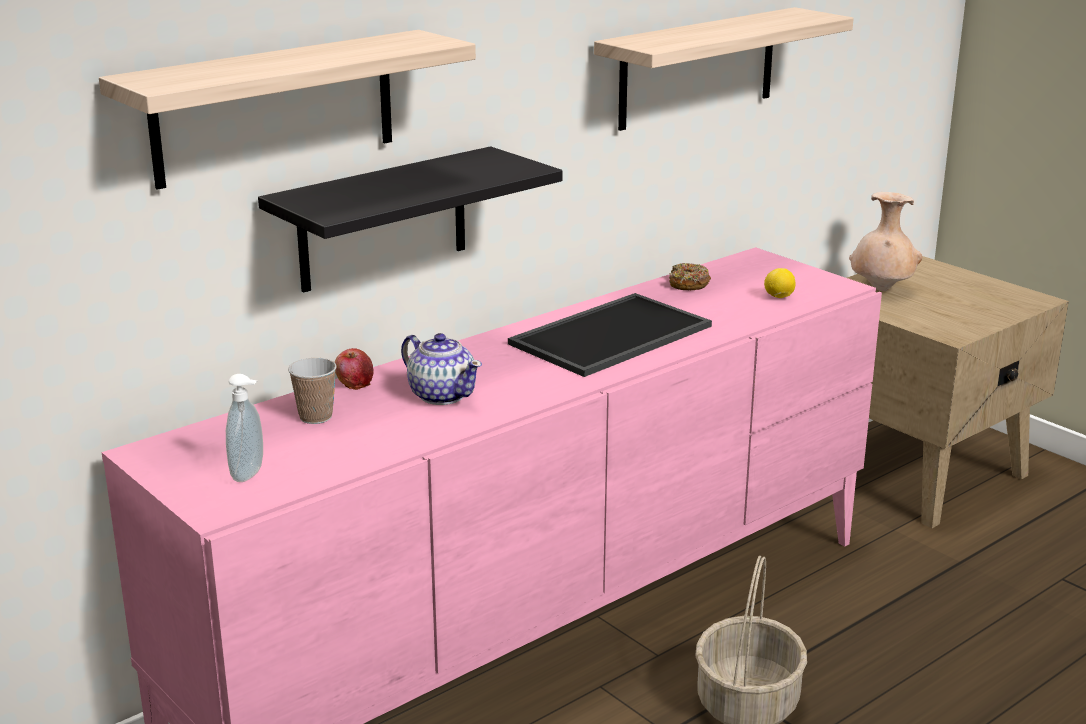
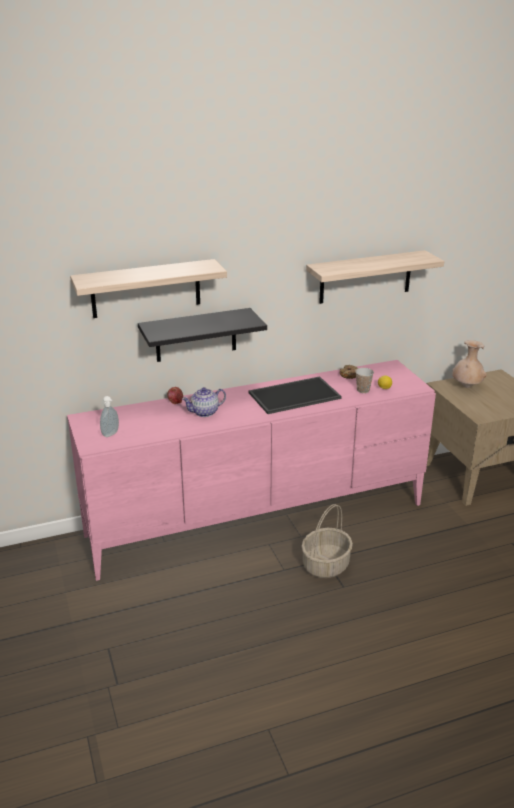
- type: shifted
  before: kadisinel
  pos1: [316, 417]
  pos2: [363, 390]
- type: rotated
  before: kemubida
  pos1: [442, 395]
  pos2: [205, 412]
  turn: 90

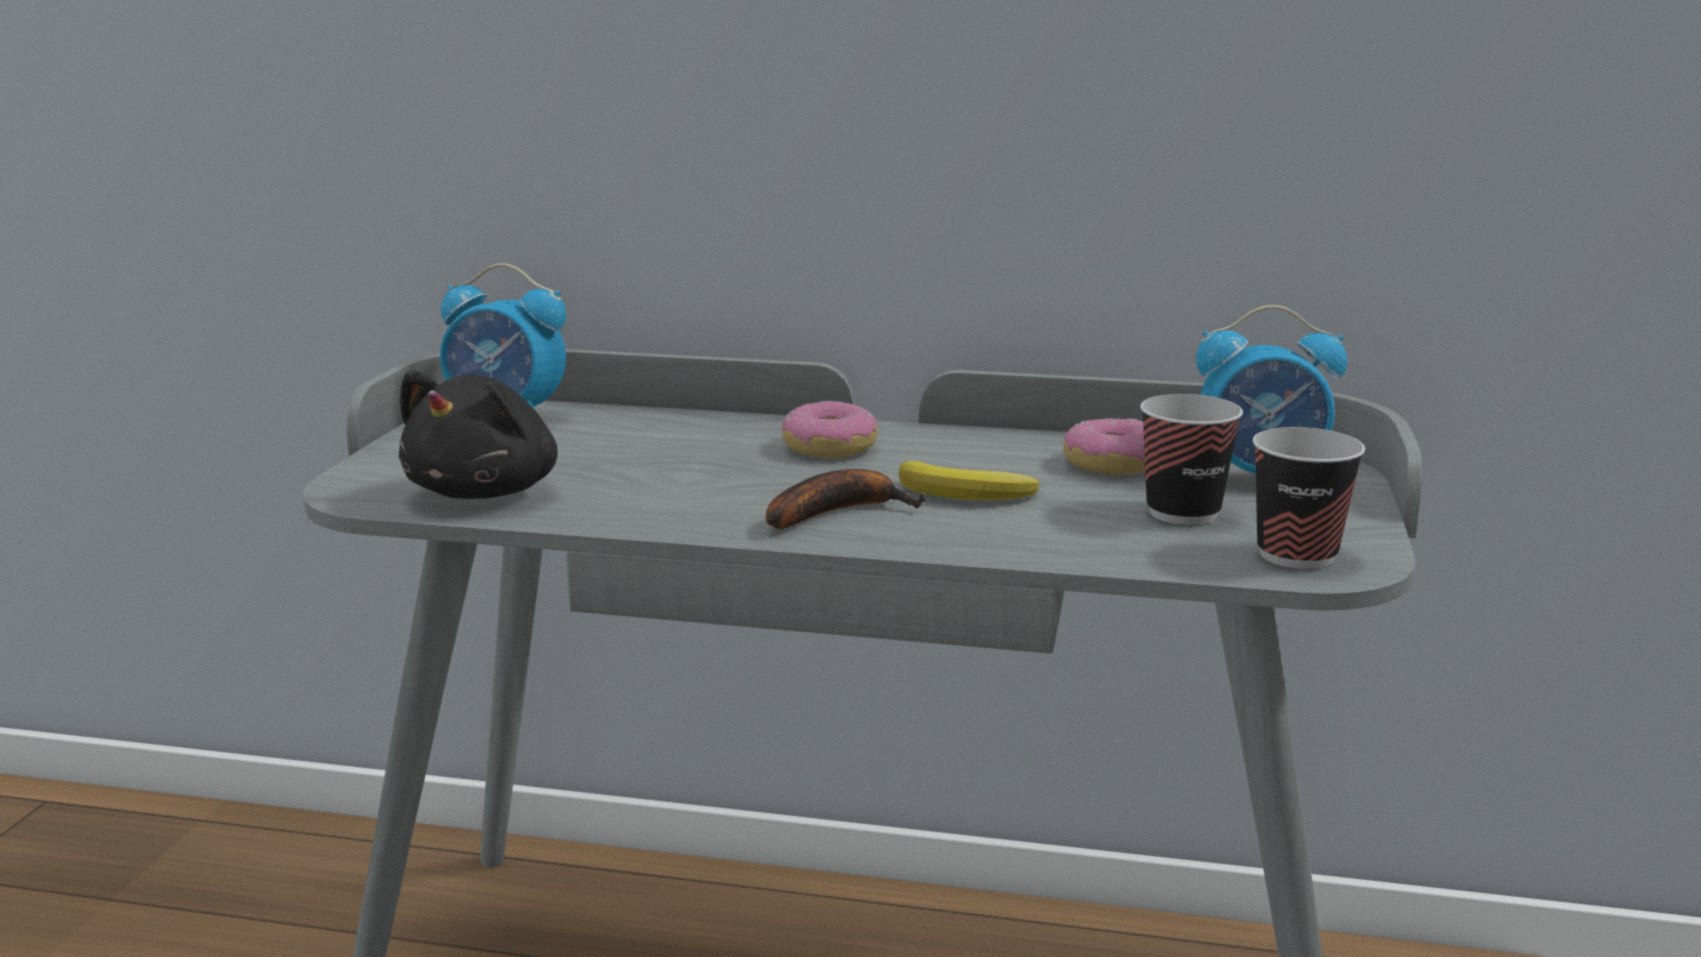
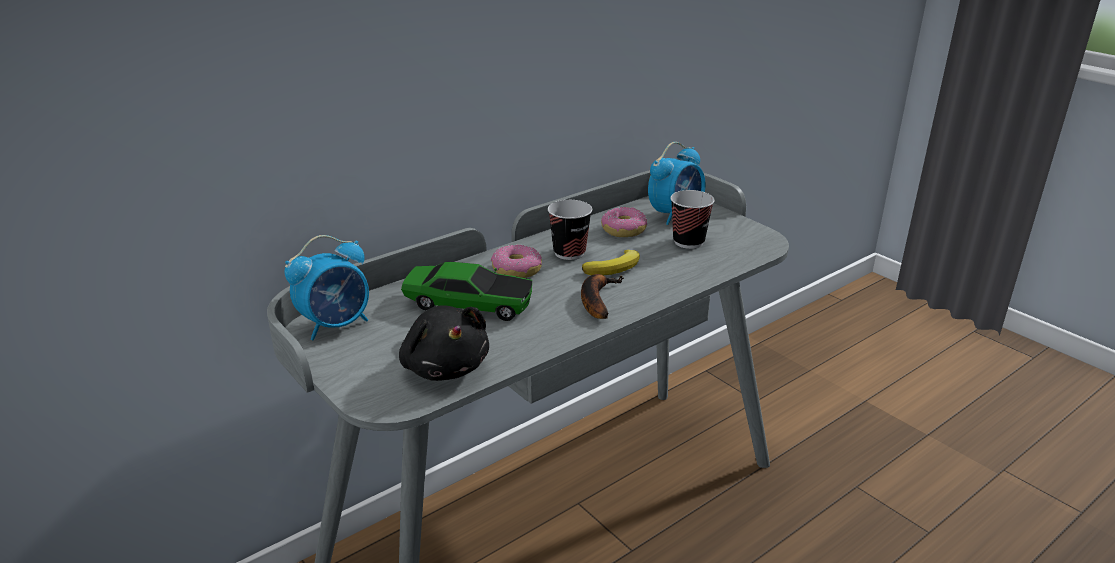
- type: shifted
  before: kadisinel
  pos1: [1296, 555]
  pos2: [569, 253]
- type: new
  after: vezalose
  pos2: [469, 304]

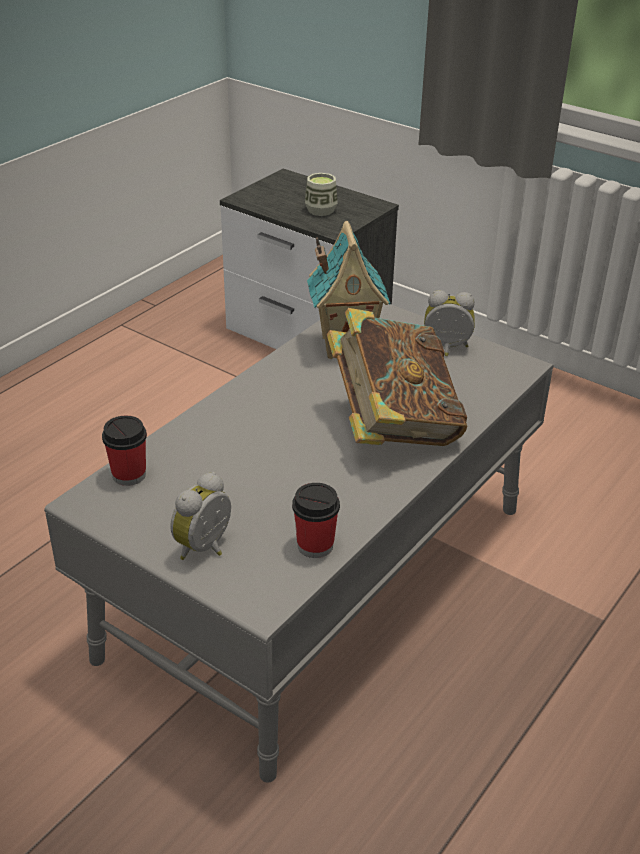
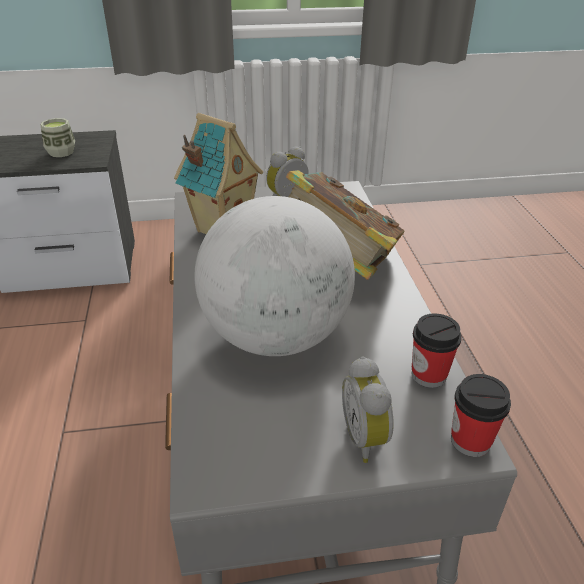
- type: shifted
  before: kadisinel
  pos1: [129, 475]
  pos2: [470, 441]
- type: new
  after: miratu
  pos2: [275, 336]

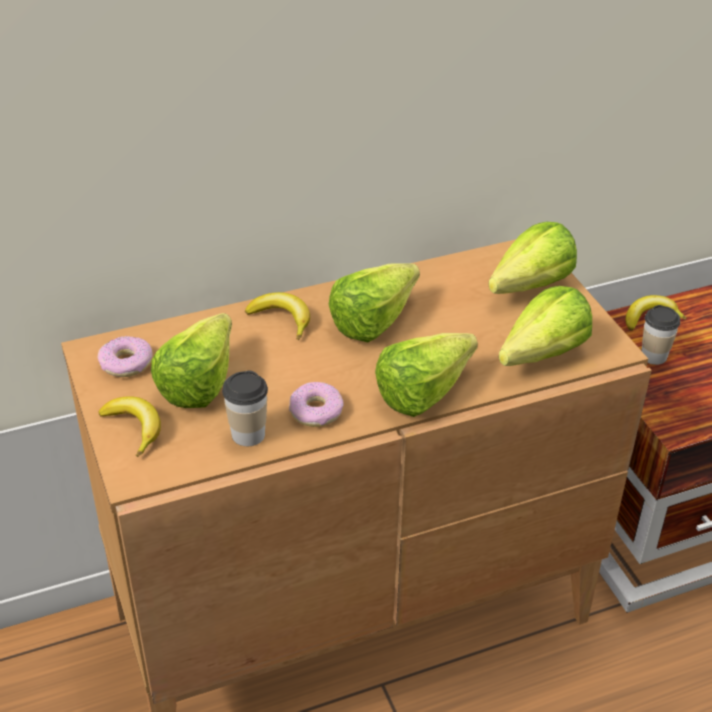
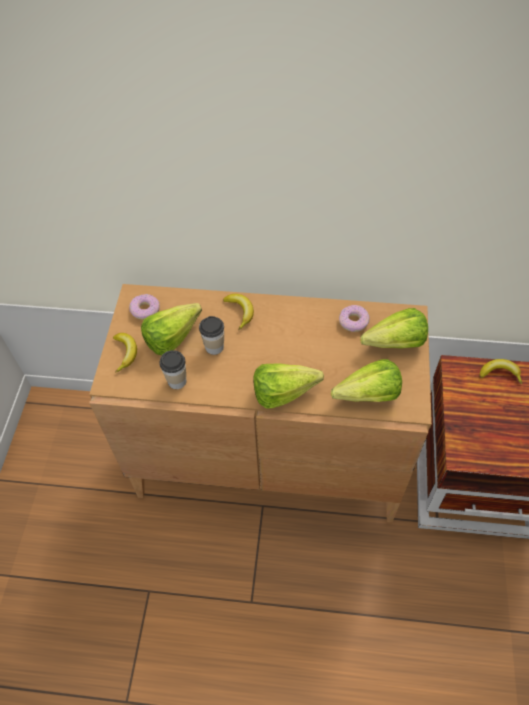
- type: shifted
  before: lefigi
  pos1: [316, 411]
  pos2: [353, 321]
- type: gone
  before: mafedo
  pos1: [381, 319]
- type: shifted
  before: kadisinel
  pos1: [654, 356]
  pos2: [214, 347]

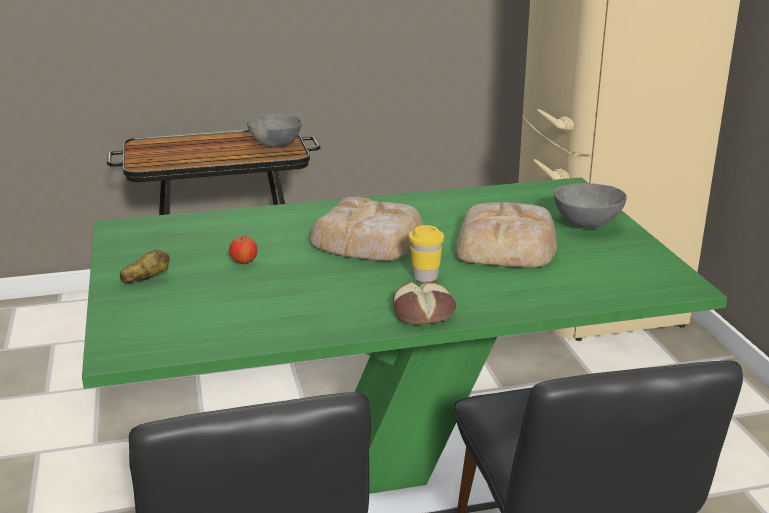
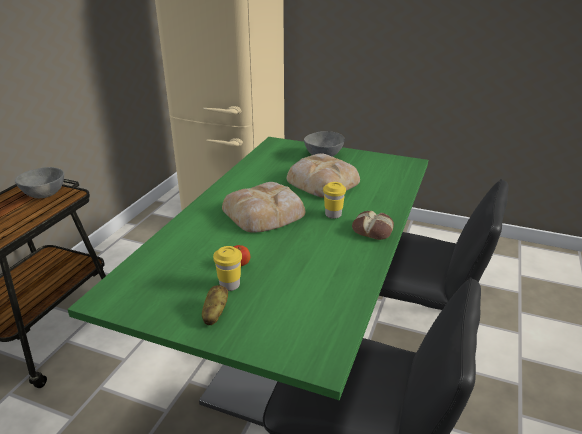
- type: new
  after: kadisinel (yellow)
  pos2: [229, 285]

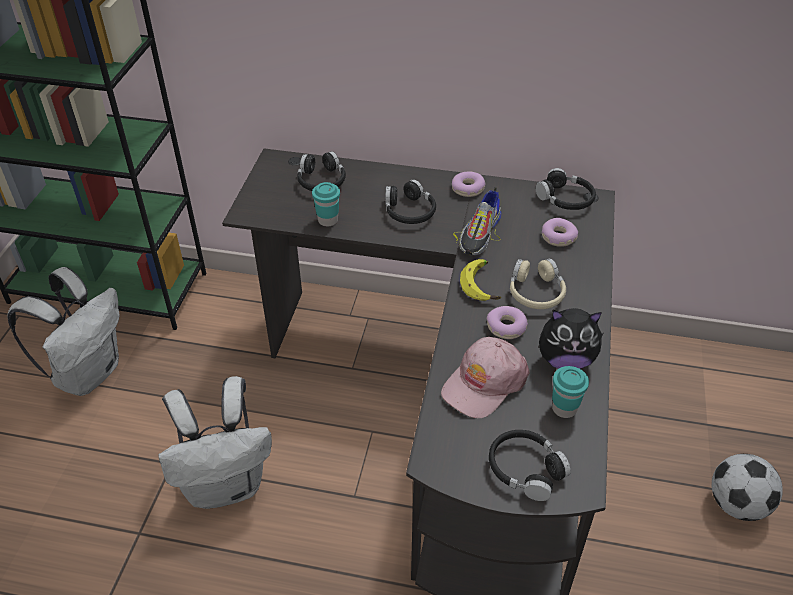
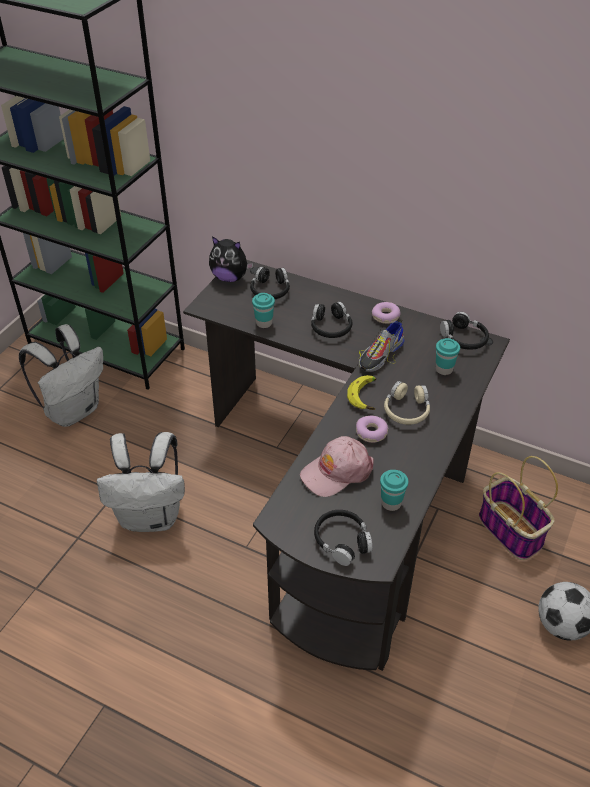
- type: shifted
  before: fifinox
  pos1: [565, 360]
  pos2: [230, 277]
- type: swapped
  before: lefigi
  after: kadisinel (turquoise)
  pos1: [558, 237]
  pos2: [444, 369]
- type: new
  after: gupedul
  pos2: [511, 531]

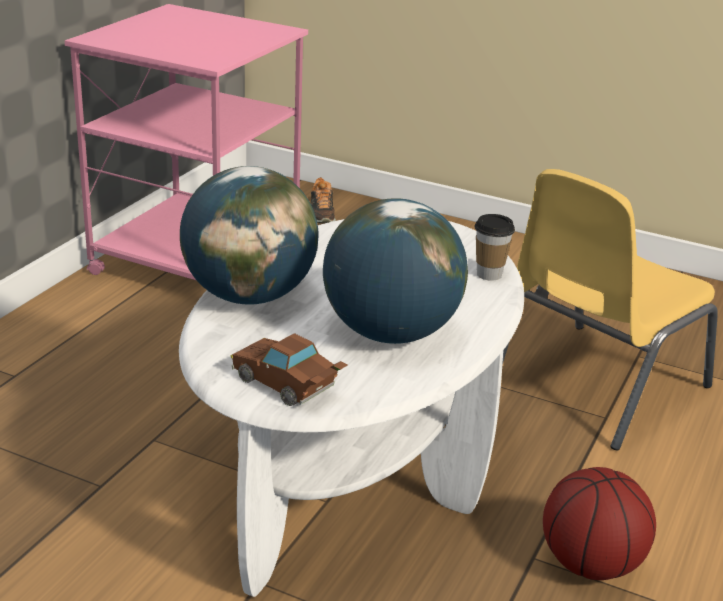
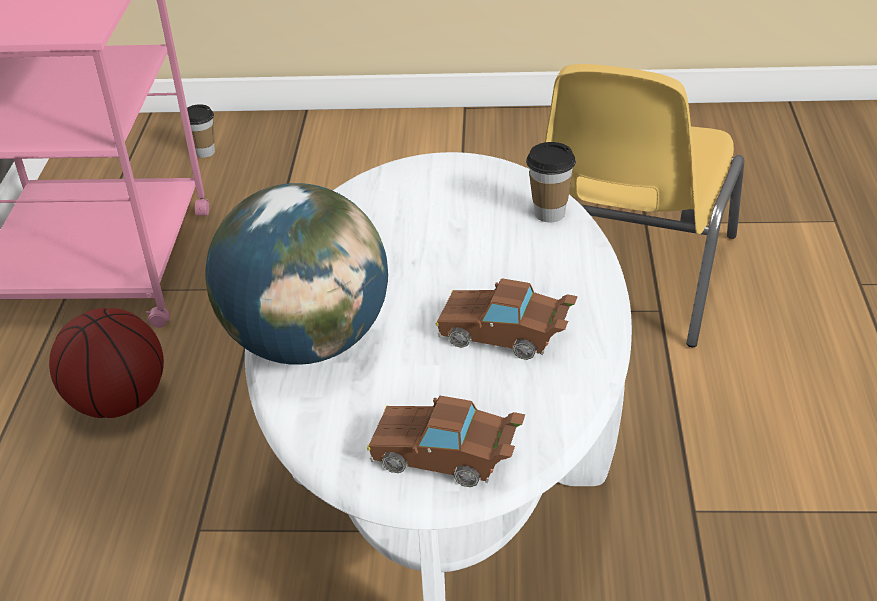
- type: swapped
  before: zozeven
  after: kadisinel
  pos1: [321, 214]
  pos2: [204, 152]
- type: swapped
  before: miratu
  after: vezalose (brown)
  pos1: [391, 333]
  pos2: [506, 336]
- type: shifted
  before: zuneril
  pos1: [591, 564]
  pos2: [120, 402]

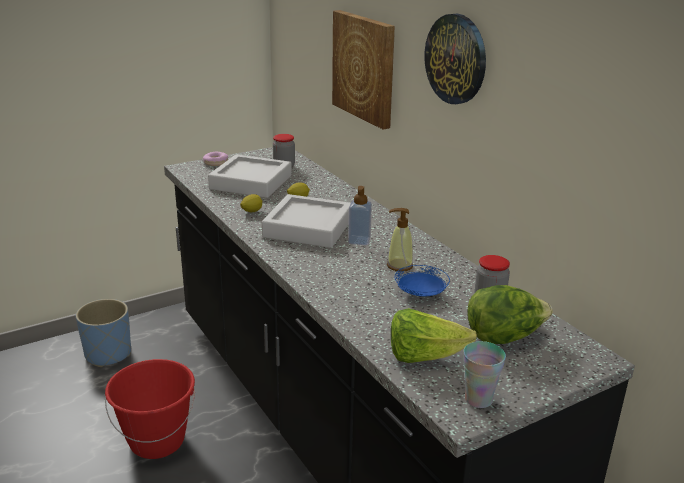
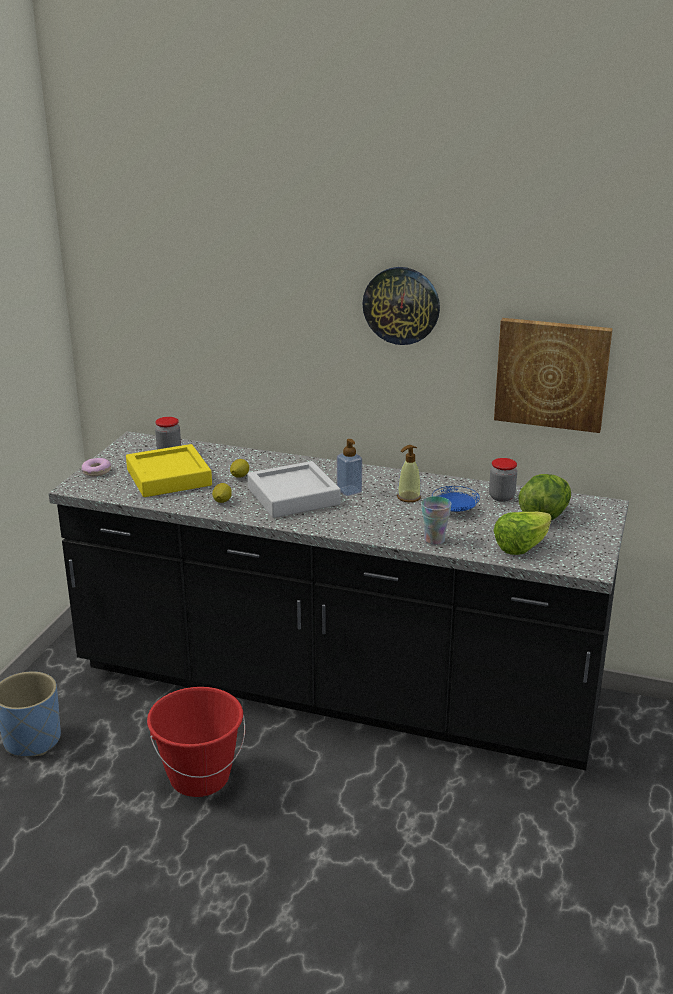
- type: repainted
  before: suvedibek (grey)
  after: suvedibek (yellow)
  pos1: [251, 182]
  pos2: [169, 477]
- type: shifted
  before: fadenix
  pos1: [364, 67]
  pos2: [552, 374]
- type: shifted
  before: kadisinel
  pos1: [478, 399]
  pos2: [434, 540]

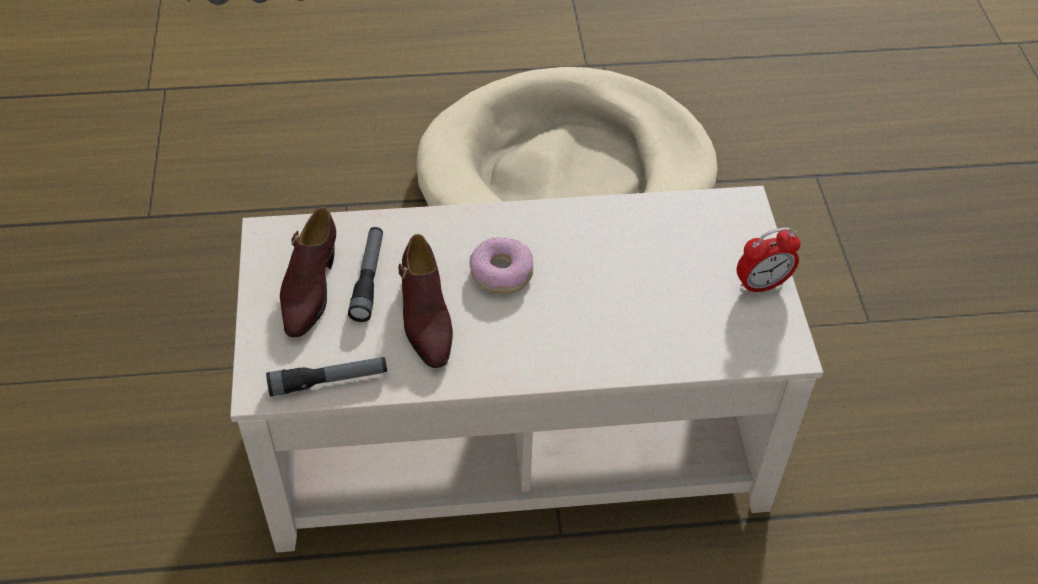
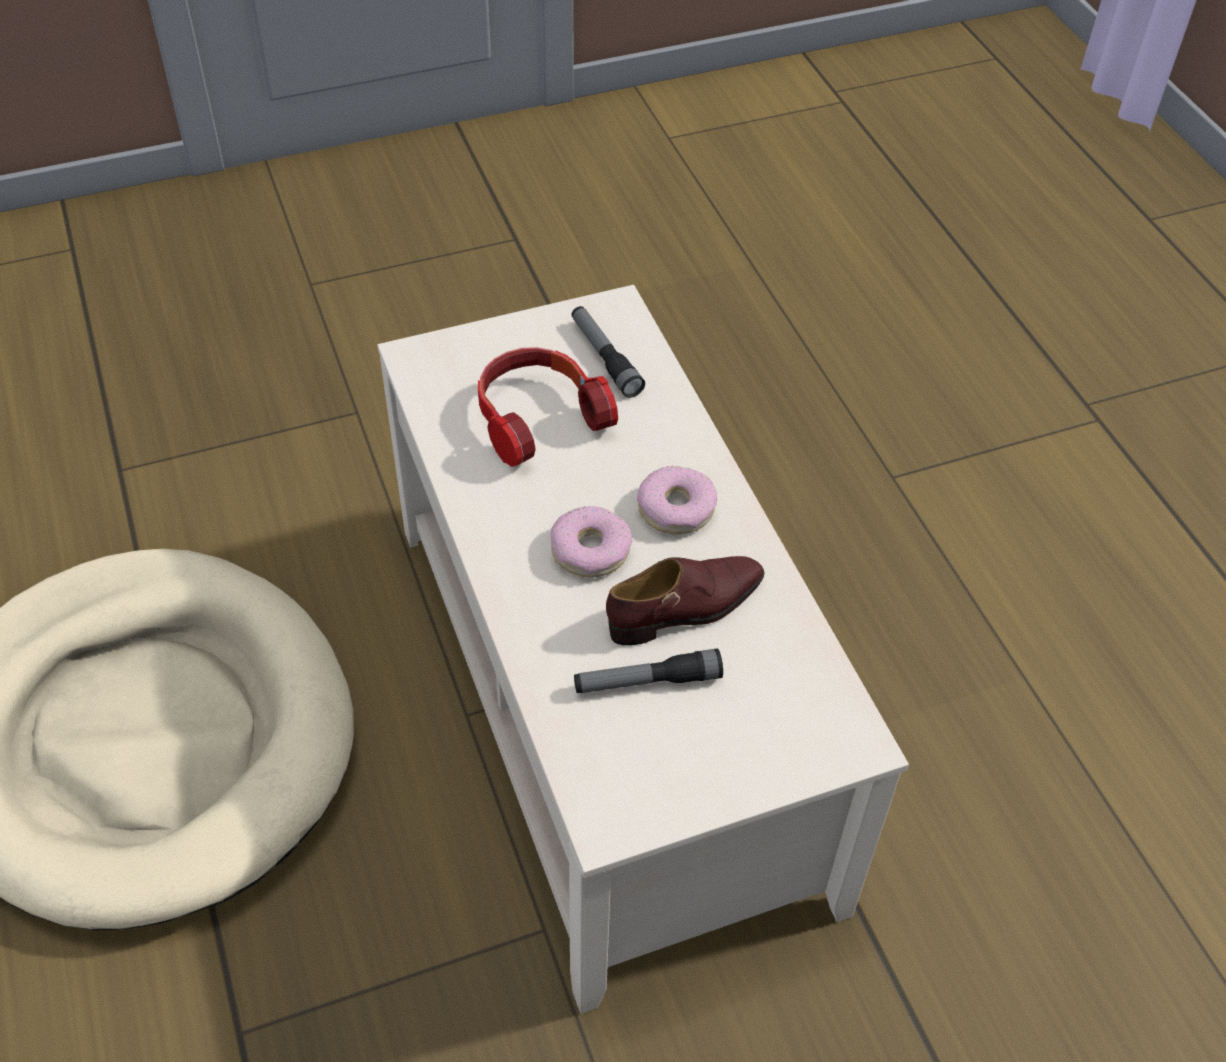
- type: shifted
  before: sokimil
  pos1: [328, 381]
  pos2: [605, 358]
- type: gone
  before: zozeven (brown)
  pos1: [309, 288]
- type: gone
  before: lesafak
  pos1: [762, 285]
- type: new
  after: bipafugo
  pos2: [537, 417]
- type: new
  after: lefigi
  pos2: [676, 508]

